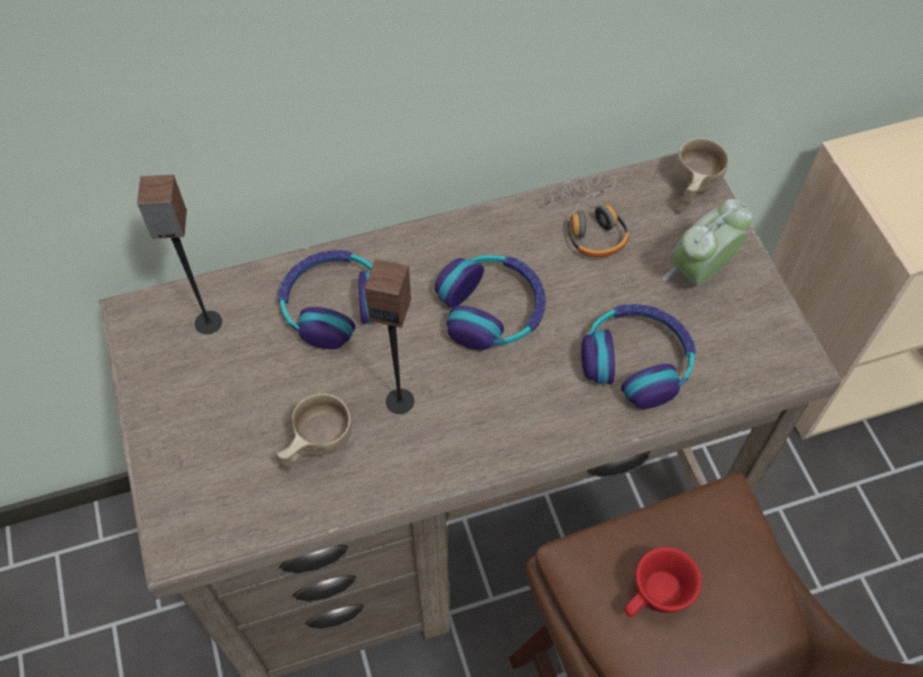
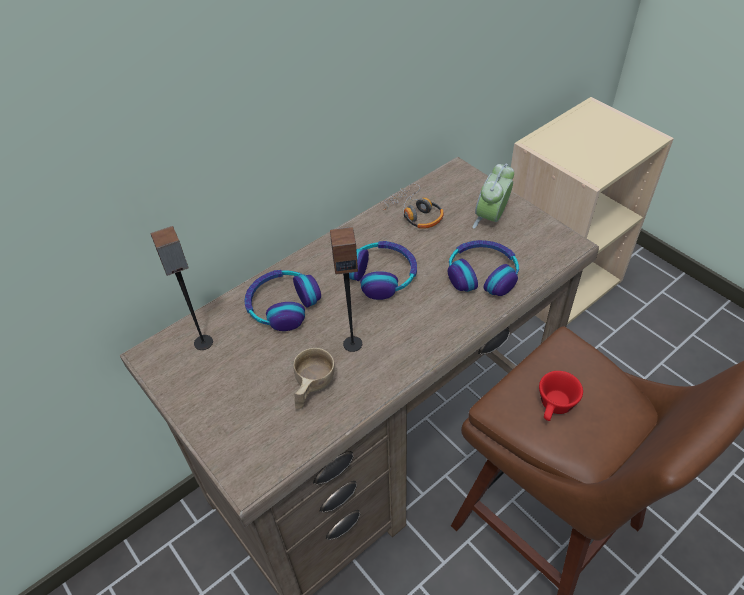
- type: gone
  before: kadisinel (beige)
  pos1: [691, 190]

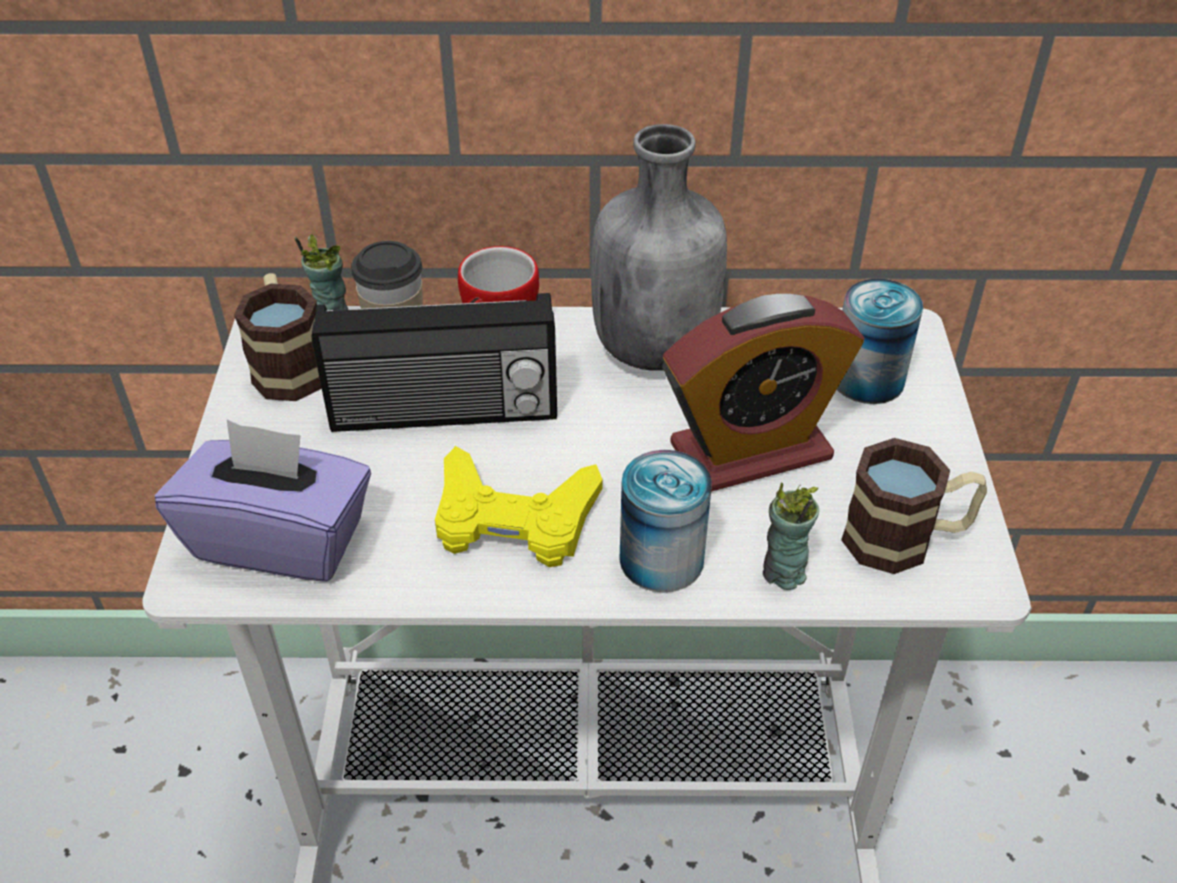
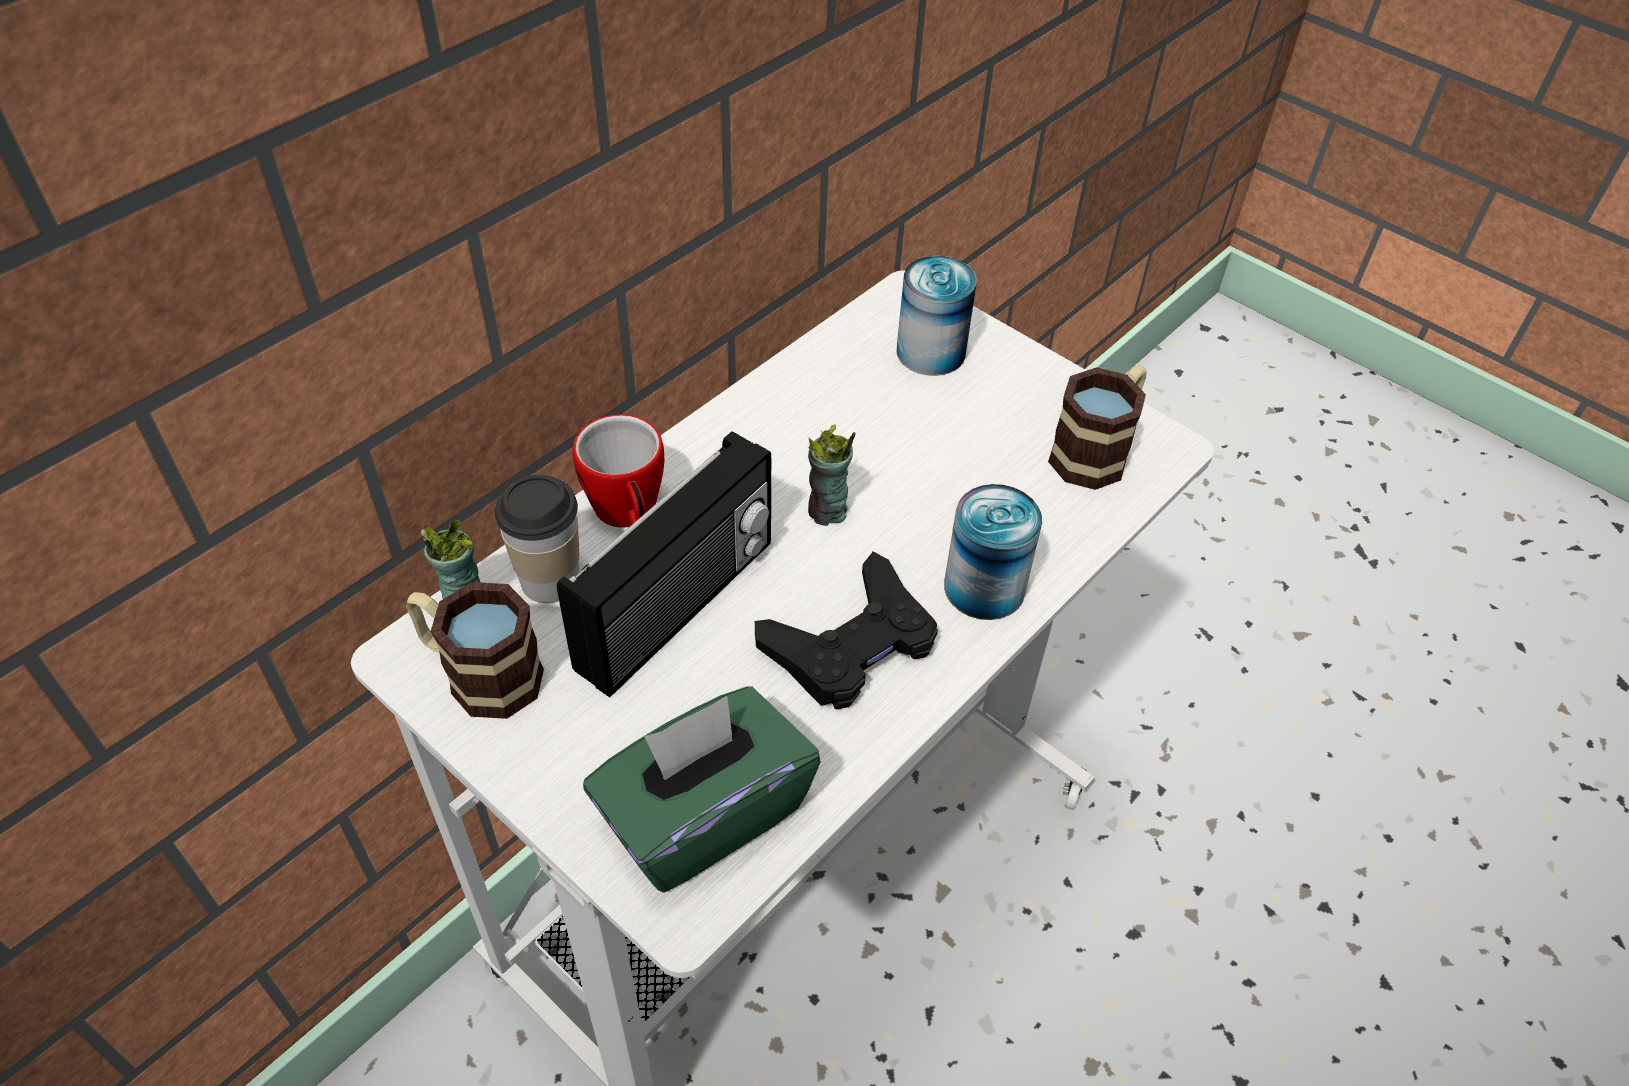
- type: repainted
  before: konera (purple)
  after: konera (green)
  pos1: [280, 539]
  pos2: [703, 815]
- type: repainted
  before: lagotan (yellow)
  after: lagotan (black)
  pos1: [513, 519]
  pos2: [851, 644]
- type: gone
  before: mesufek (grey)
  pos1: [655, 347]
- type: gone
  before: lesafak
  pos1: [750, 451]
- type: shifted
  before: kadisinel
  pos1: [783, 573]
  pos2: [827, 512]

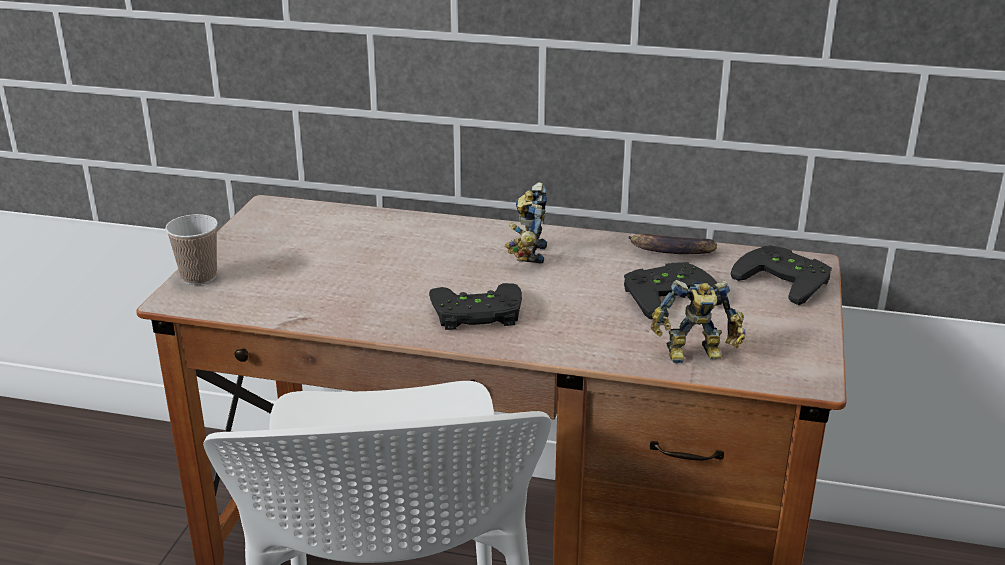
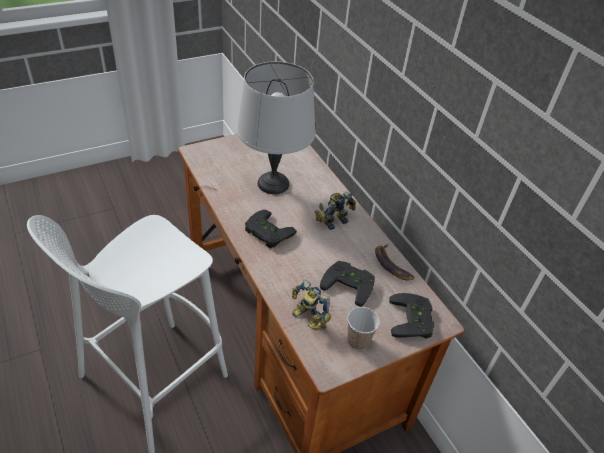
- type: shifted
  before: kadisinel
  pos1: [199, 277]
  pos2: [358, 341]
- type: new
  after: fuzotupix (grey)
  pos2: [272, 183]

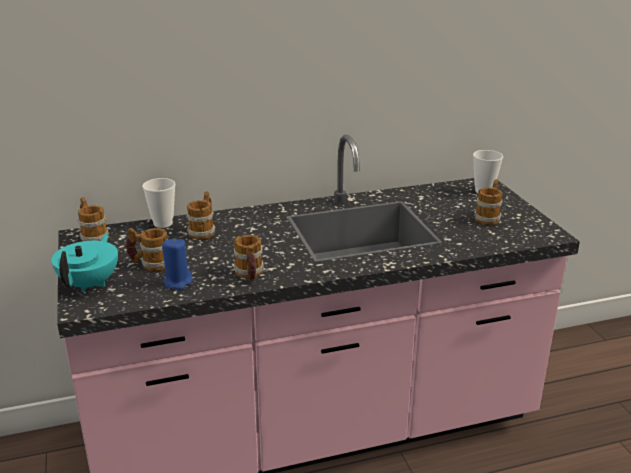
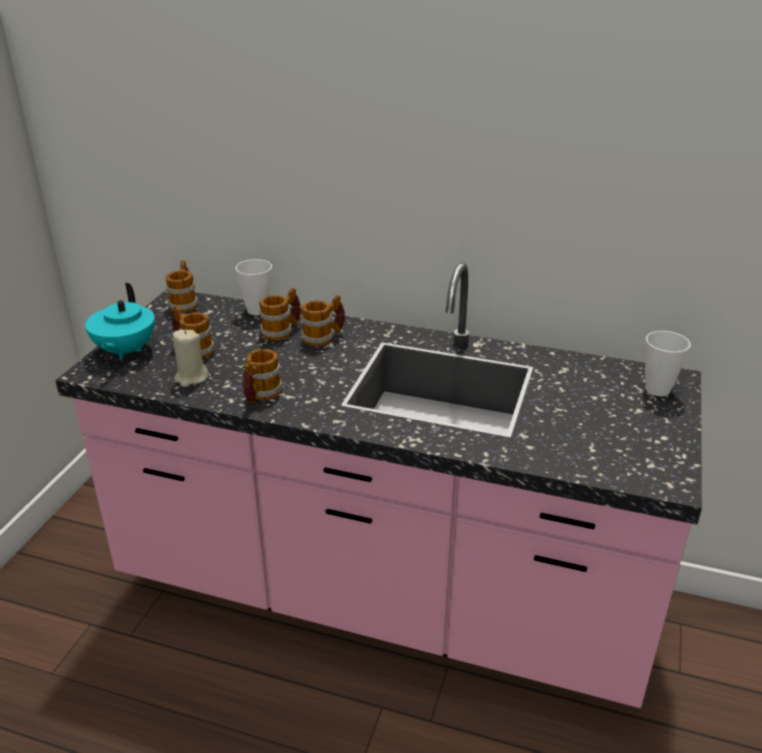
- type: rotated
  before: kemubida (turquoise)
  pos1: [90, 283]
  pos2: [124, 351]
  turn: 135
- type: repainted
  before: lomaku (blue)
  after: lomaku (beige)
  pos1: [178, 282]
  pos2: [191, 378]
- type: shifted
  before: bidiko
  pos1: [488, 217]
  pos2: [323, 337]

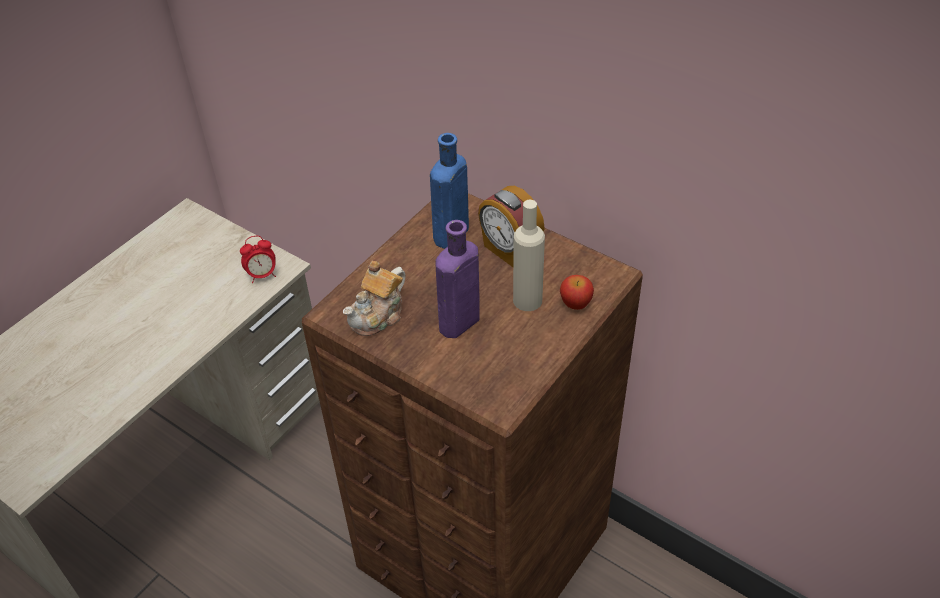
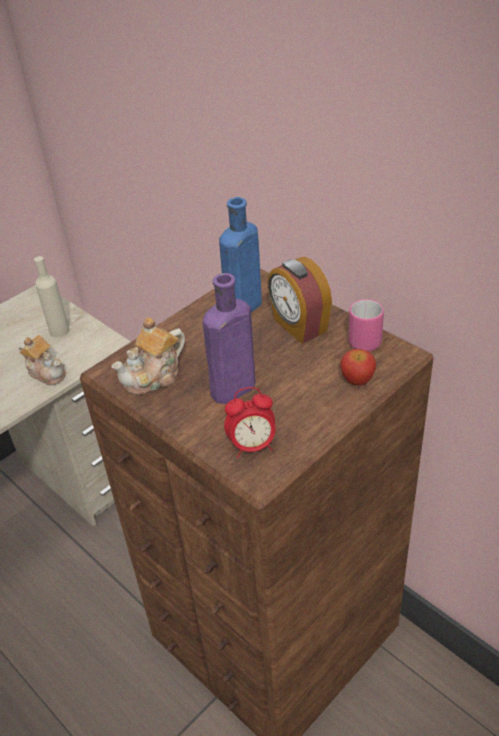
- type: shifted
  before: lesafak
  pos1: [262, 275]
  pos2: [252, 446]
- type: shifted
  before: mesufek (beige)
  pos1: [527, 300]
  pos2: [59, 331]
- type: new
  after: kemubida
  pos2: [47, 372]
- type: new
  after: bidiko (pink)
  pos2: [366, 338]

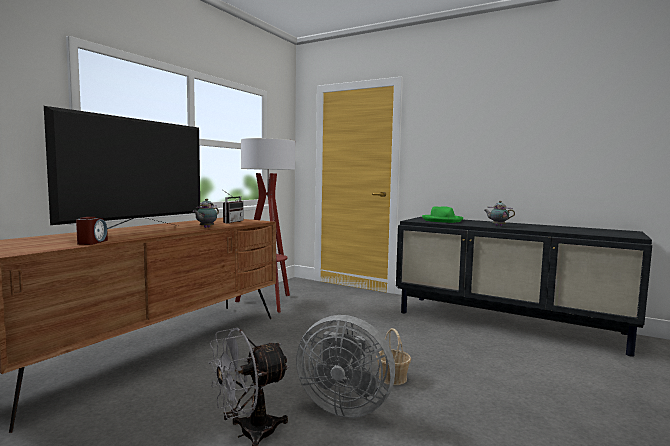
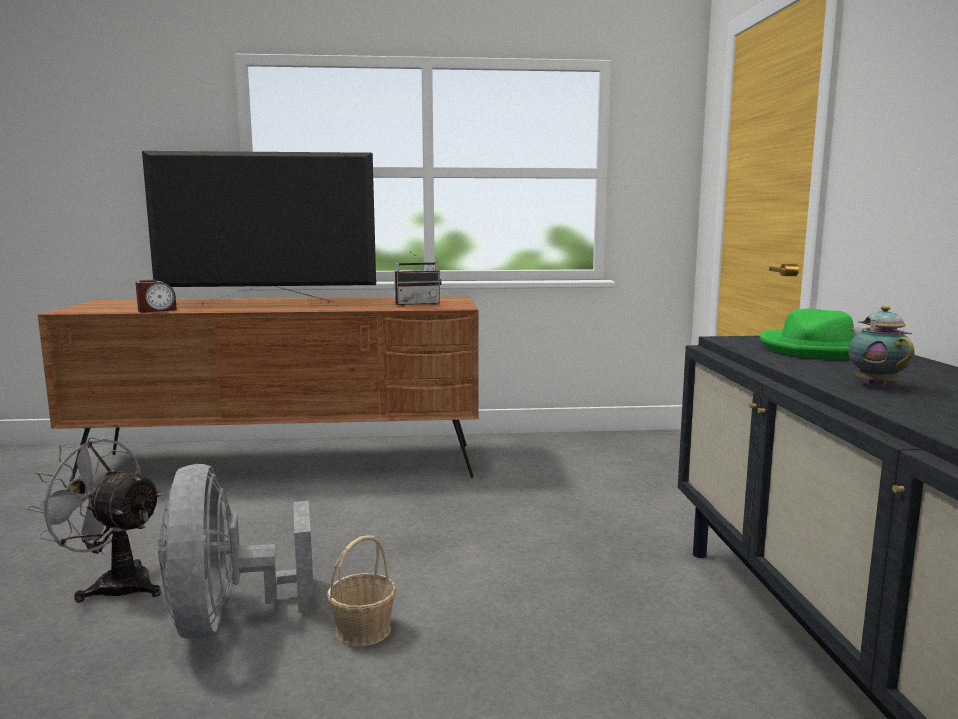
- type: gone
  before: kemubida
  pos1: [206, 227]
- type: gone
  before: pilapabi
  pos1: [268, 302]

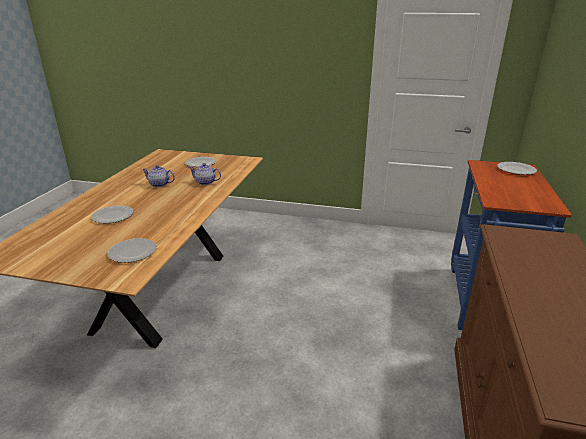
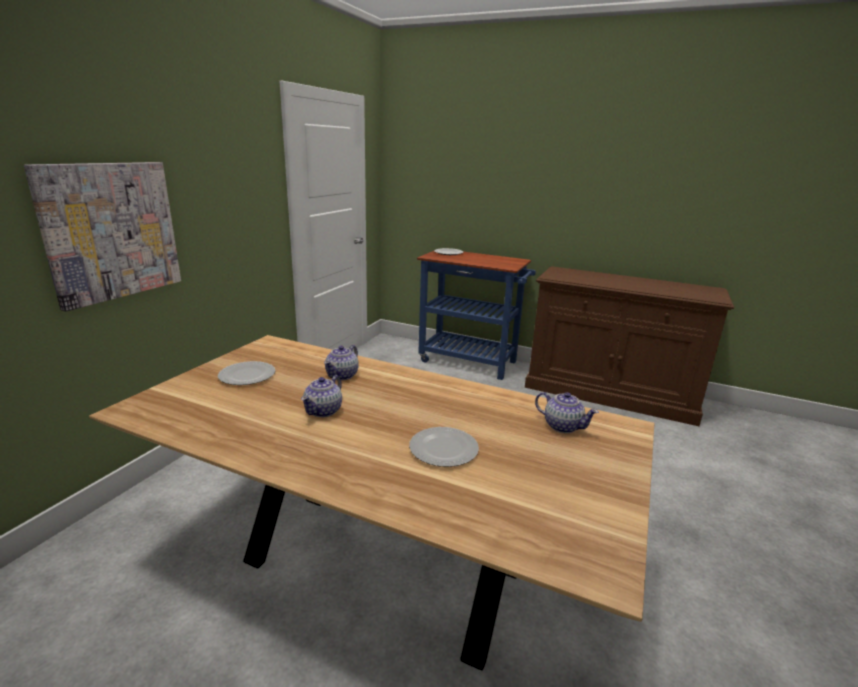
- type: swapped
  before: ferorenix
  after: kemubida
  pos1: [133, 252]
  pos2: [562, 426]
- type: new
  after: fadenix
  pos2: [111, 231]

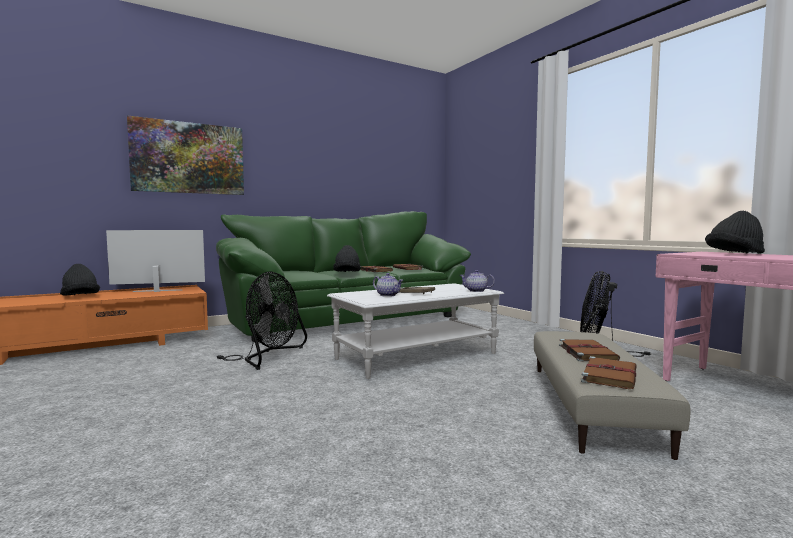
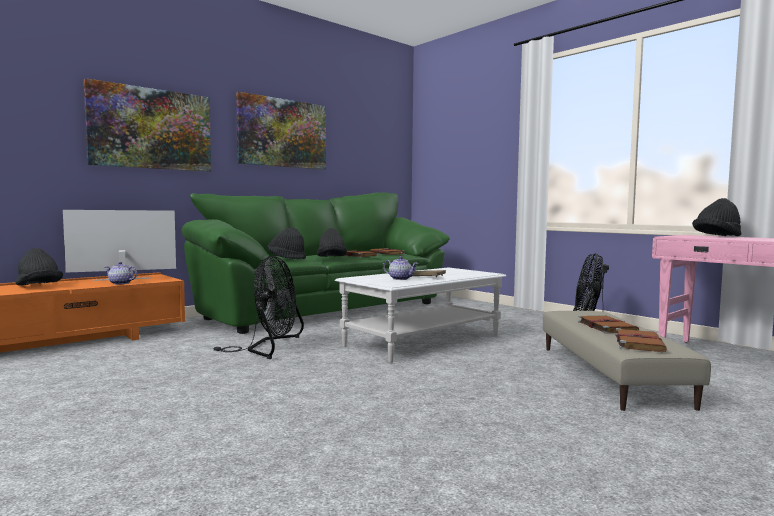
- type: shifted
  before: kemubida
  pos1: [476, 291]
  pos2: [120, 283]
- type: new
  after: fadenix
  pos2: [283, 133]
- type: new
  after: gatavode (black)
  pos2: [287, 258]

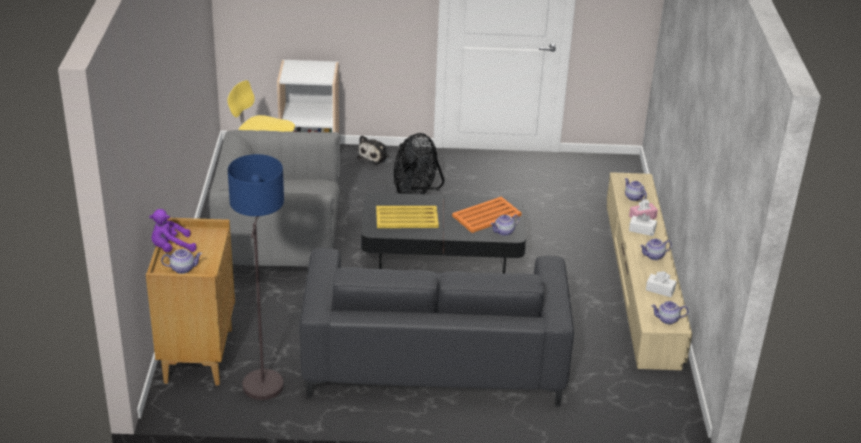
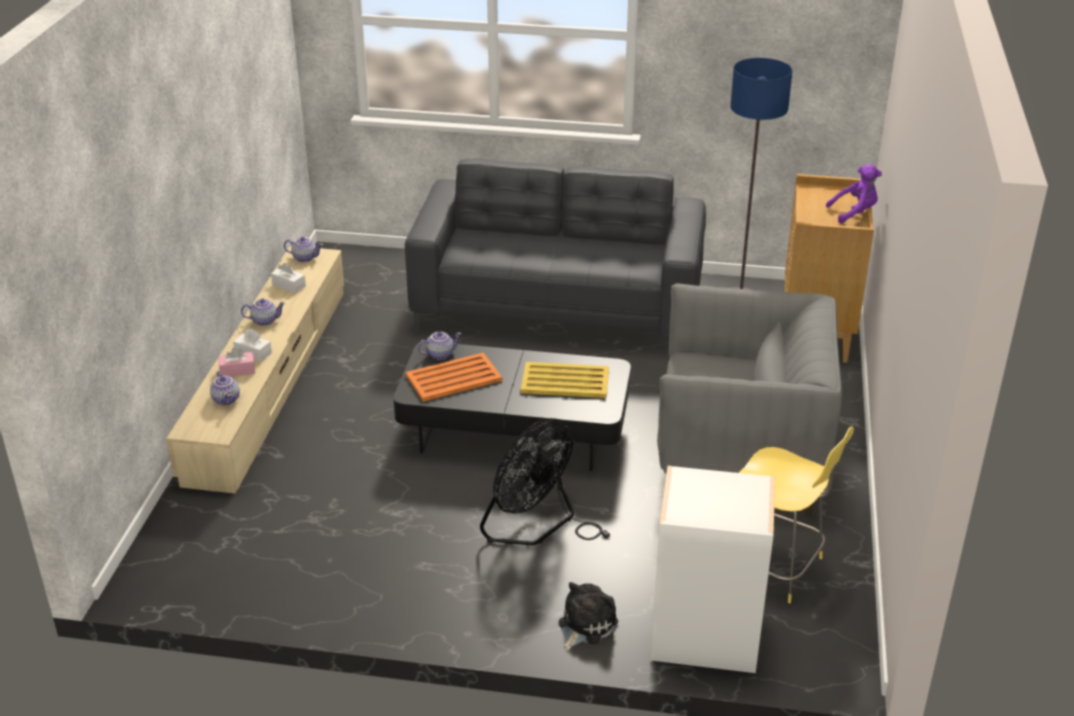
- type: gone
  before: kemubida
  pos1: [183, 268]

